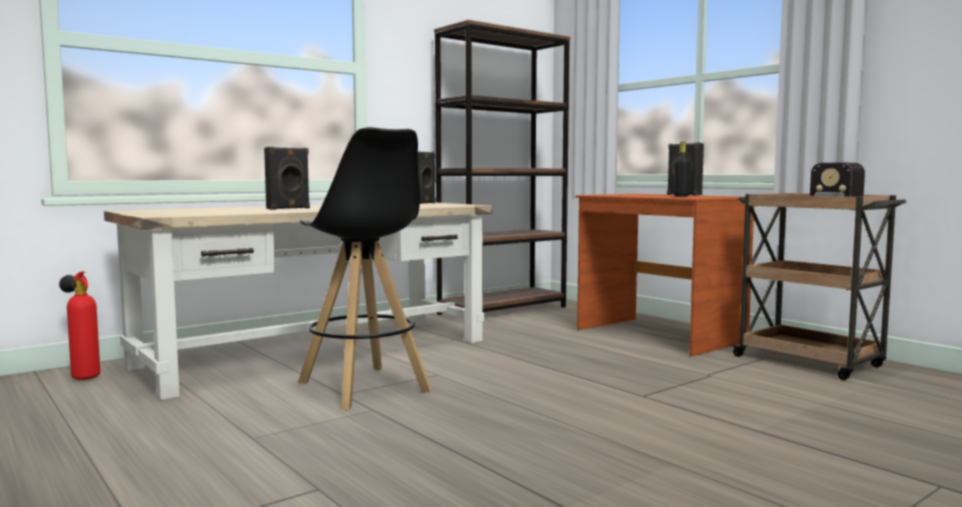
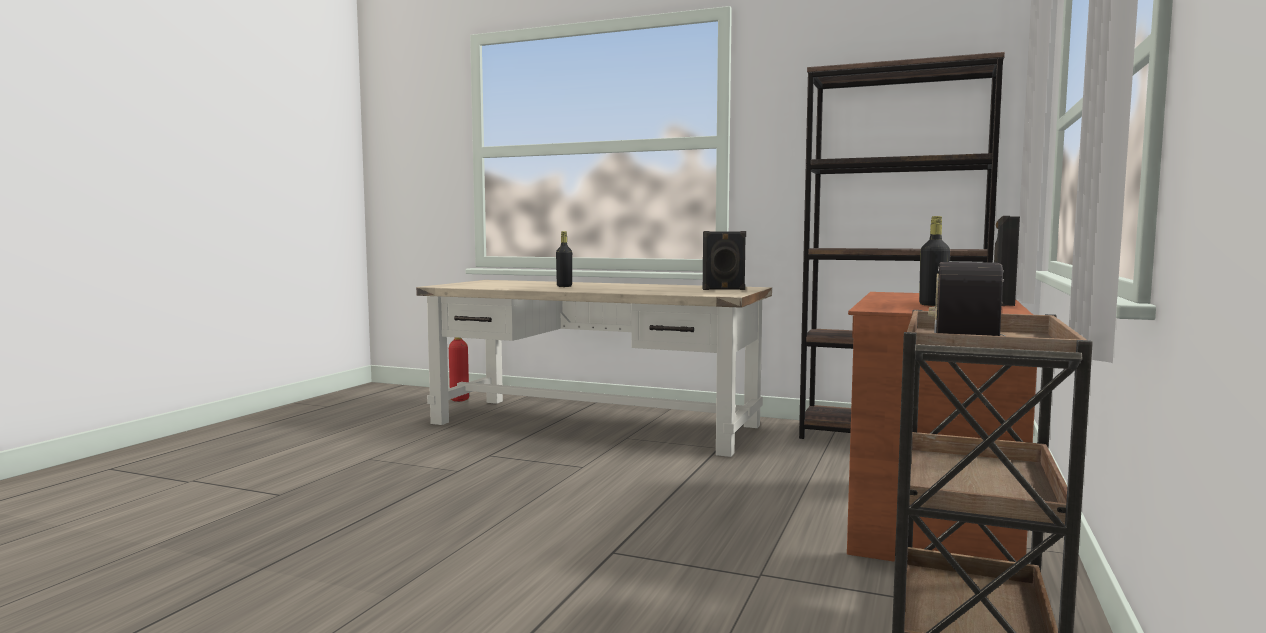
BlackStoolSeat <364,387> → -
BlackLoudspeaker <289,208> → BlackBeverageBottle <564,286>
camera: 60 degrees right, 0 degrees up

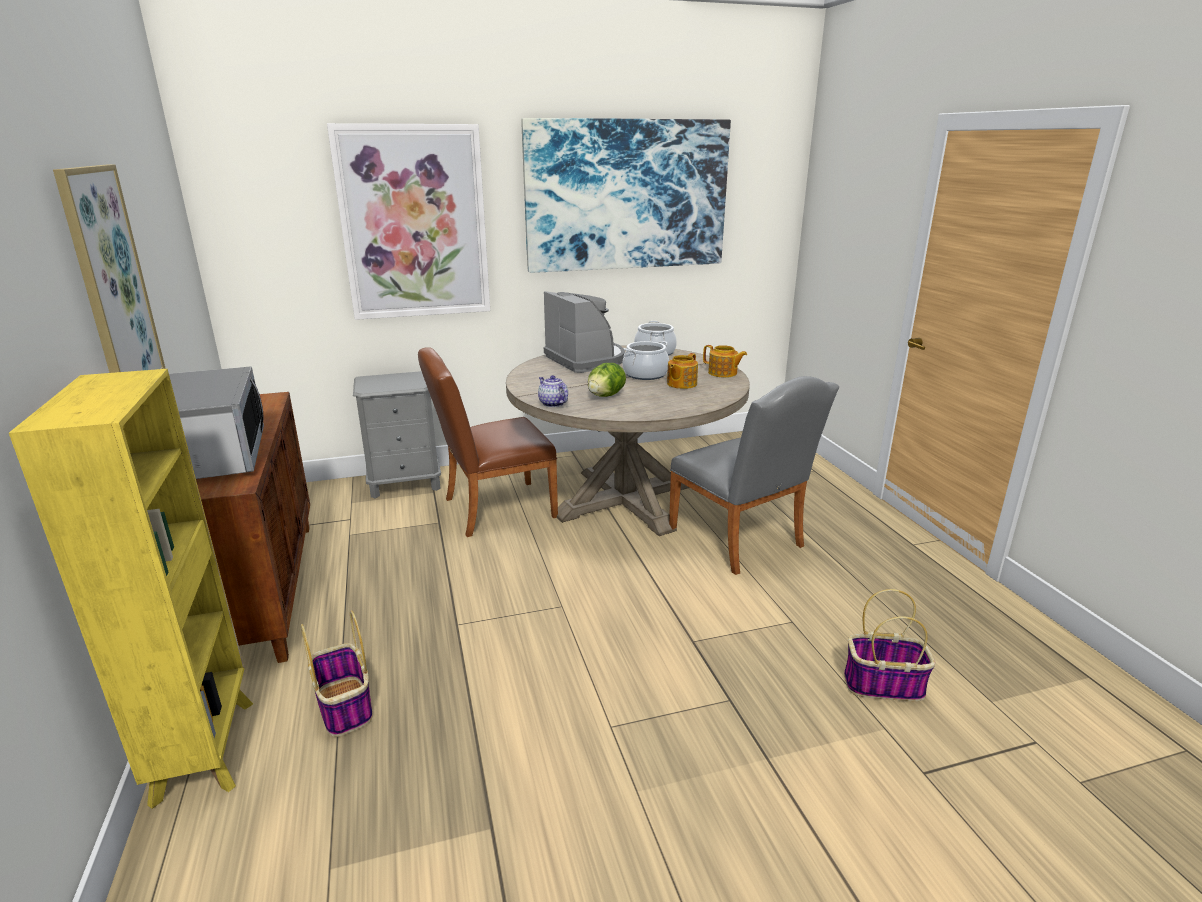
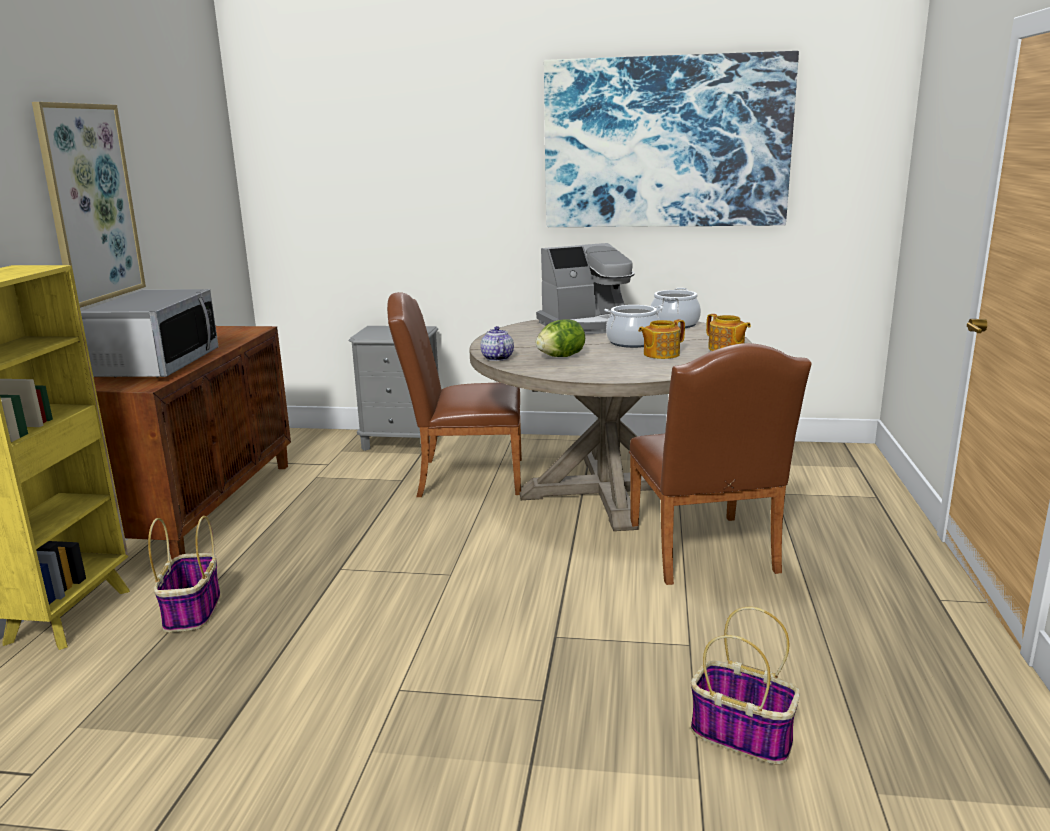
Picture <414,223> → -
GreyChair <741,542> → BrownColouredChair <705,554>
CoffeeMaker <586,360> → CoffeeMaker <588,325>, 75 degrees clockwise
camera: 25 degrees right, 5 degrees down

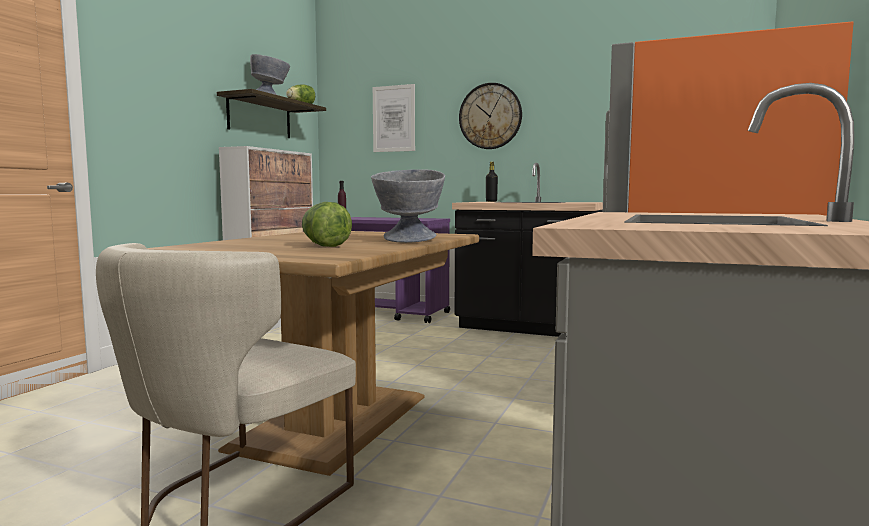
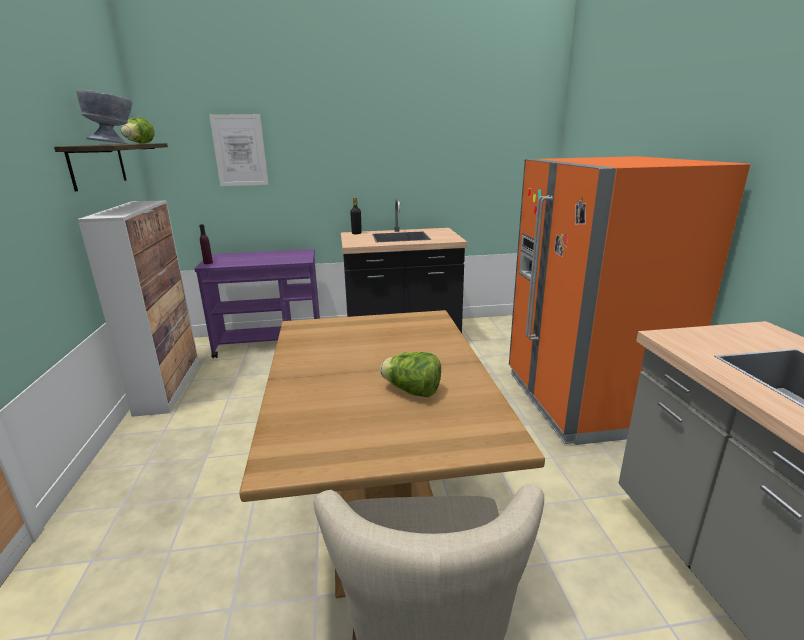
GreyBowl <408,241> → -
HangingClock <490,116> → -
camera: 30 degrees left, 15 degrees up

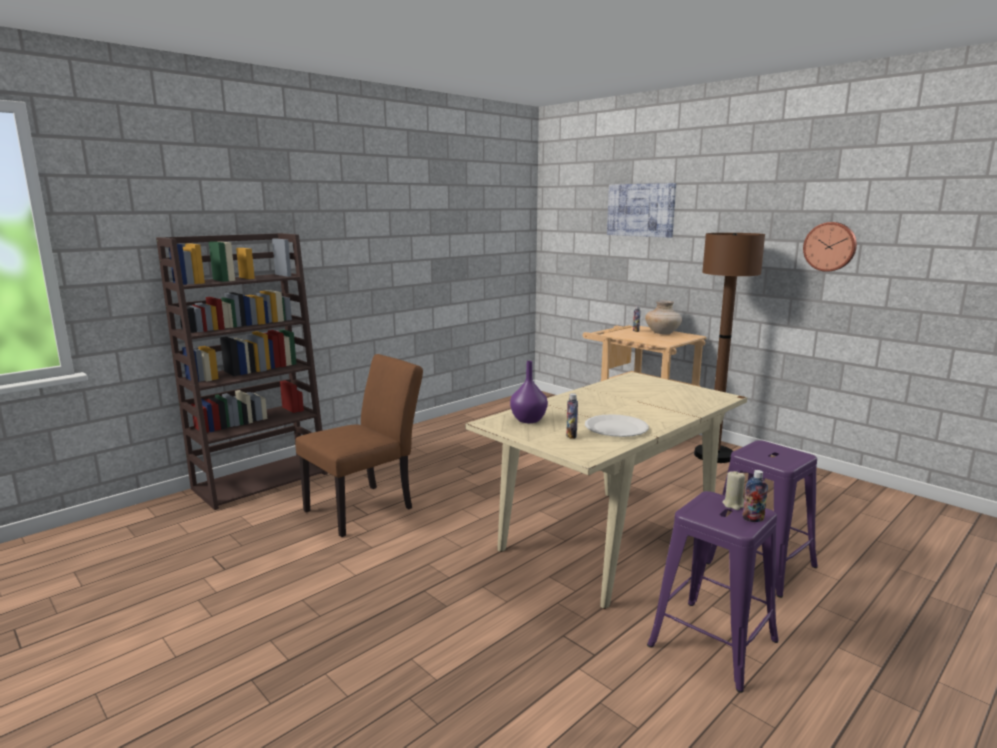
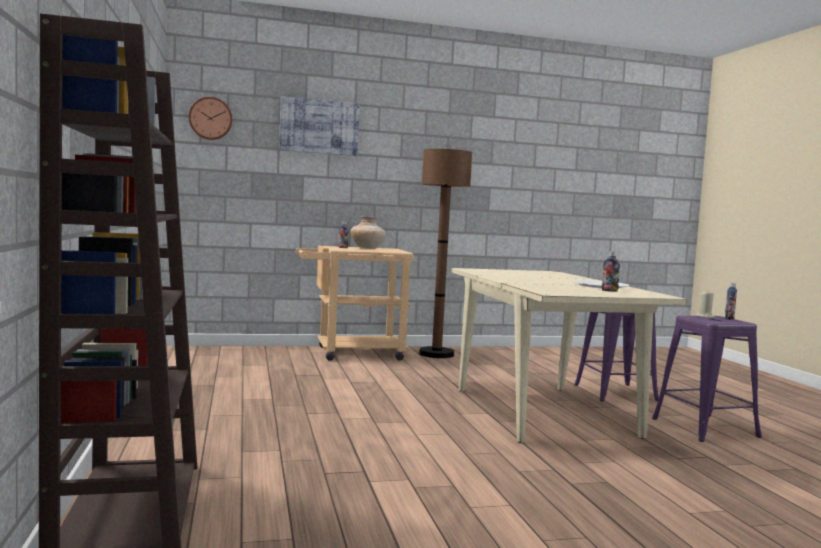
BrownColouredChair <366,507> → -
PurpleColouredVase <528,420> → -
HangingClock <830,246> → HangingClock <210,118>, shifted
camera: 60 degrees left, 10 degrees down

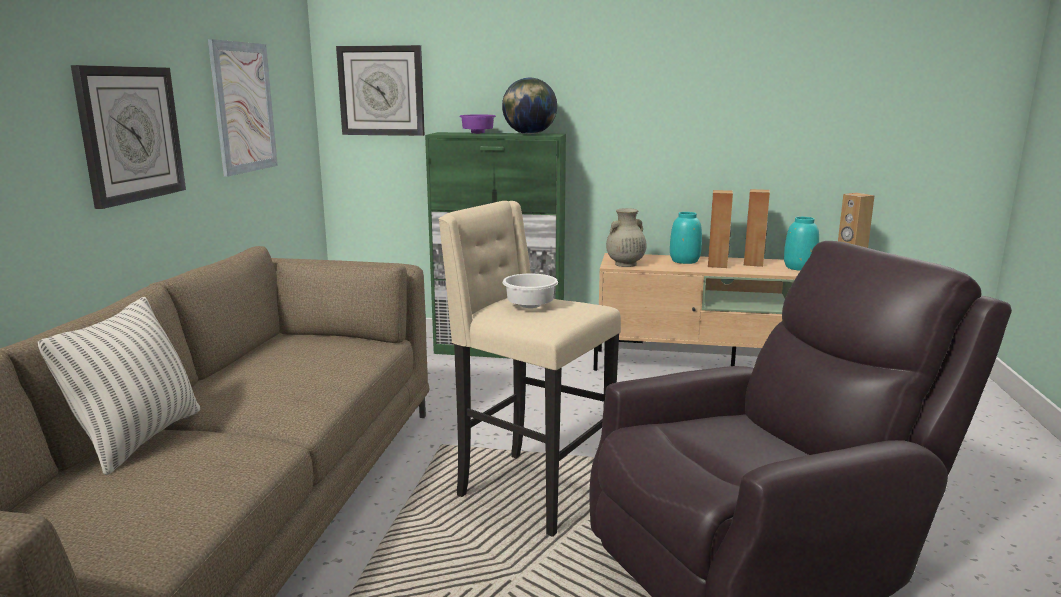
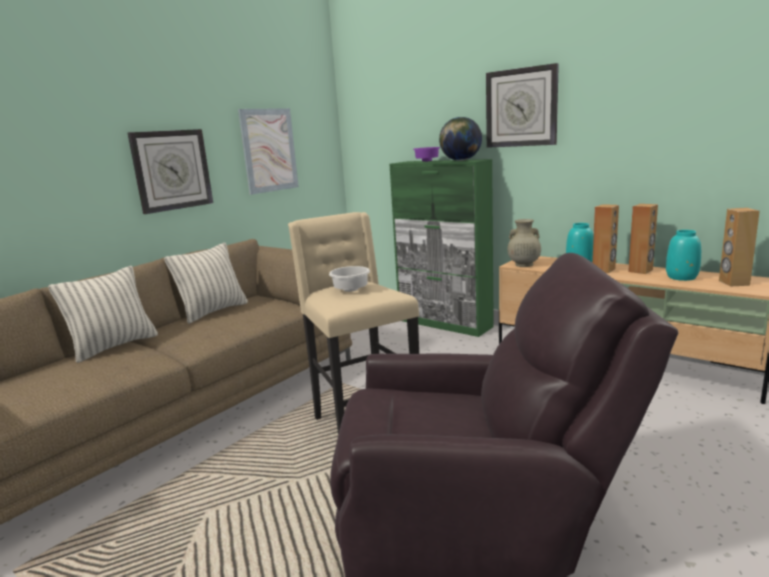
- → Pillow <213,311>
HangingClock <381,91> → HangingClock <521,107>, shifted
camera: 30 degrees right, 0 degrees up

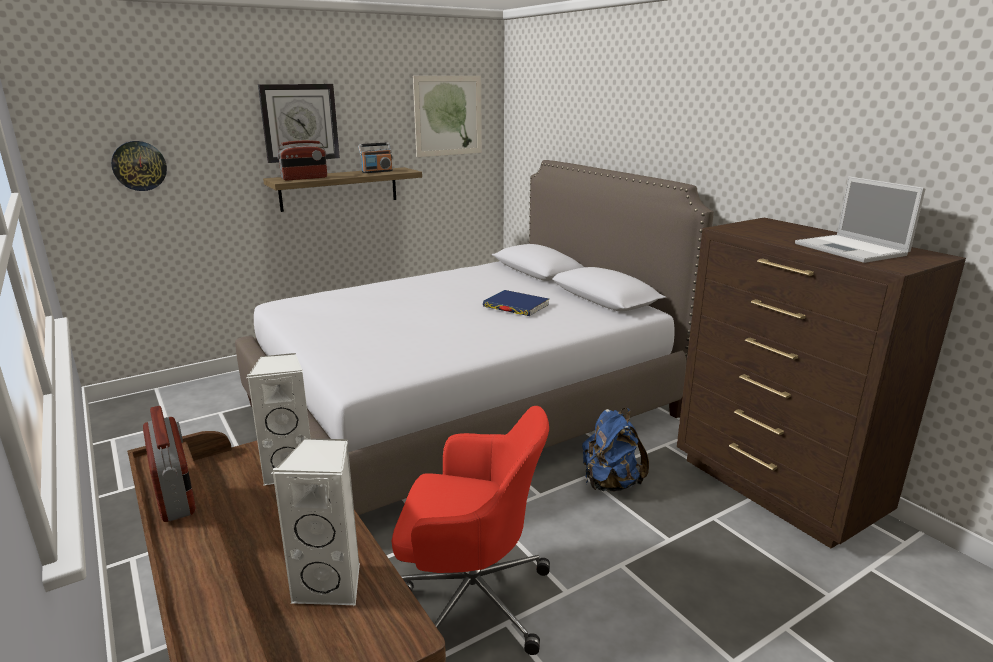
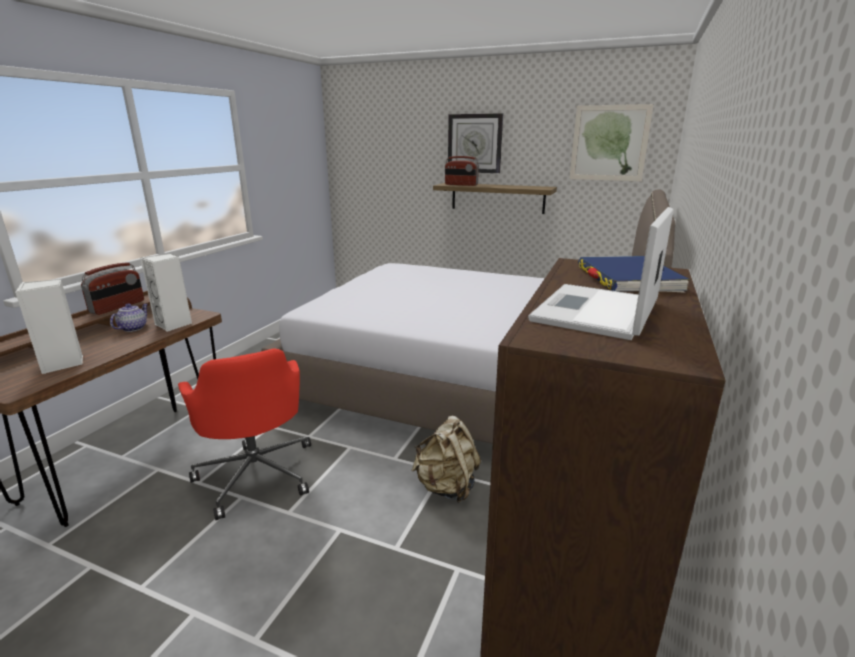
HangingClock <139,166> → -
RadioSet <377,171> → -
- → PotForTea <133,328>
BlueColouredVolume <516,306> → BlueColouredVolume <627,279>, shifted
BlueColouredBackpack <610,483> → BeigeColouredBackpack <446,487>
camera: 55 degrees right, 0 degrees up

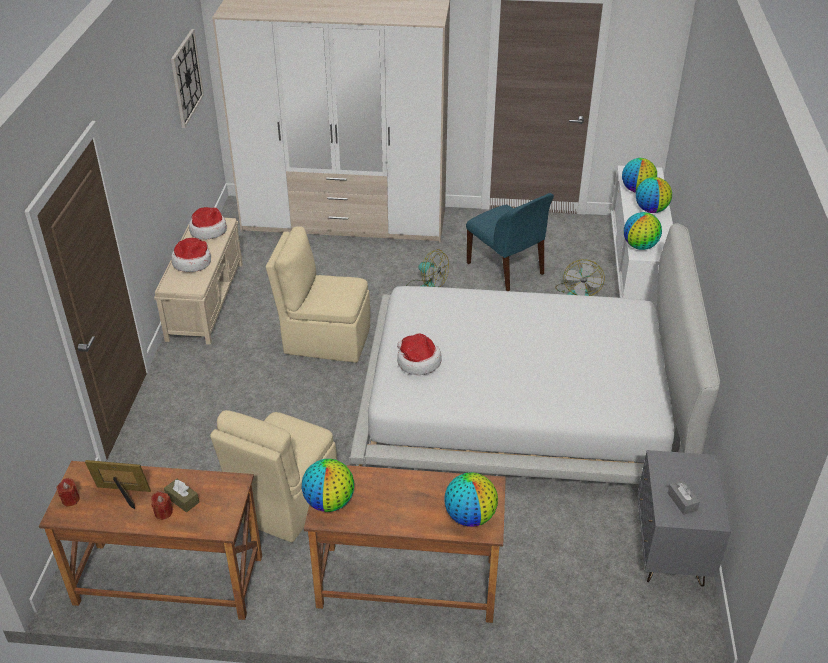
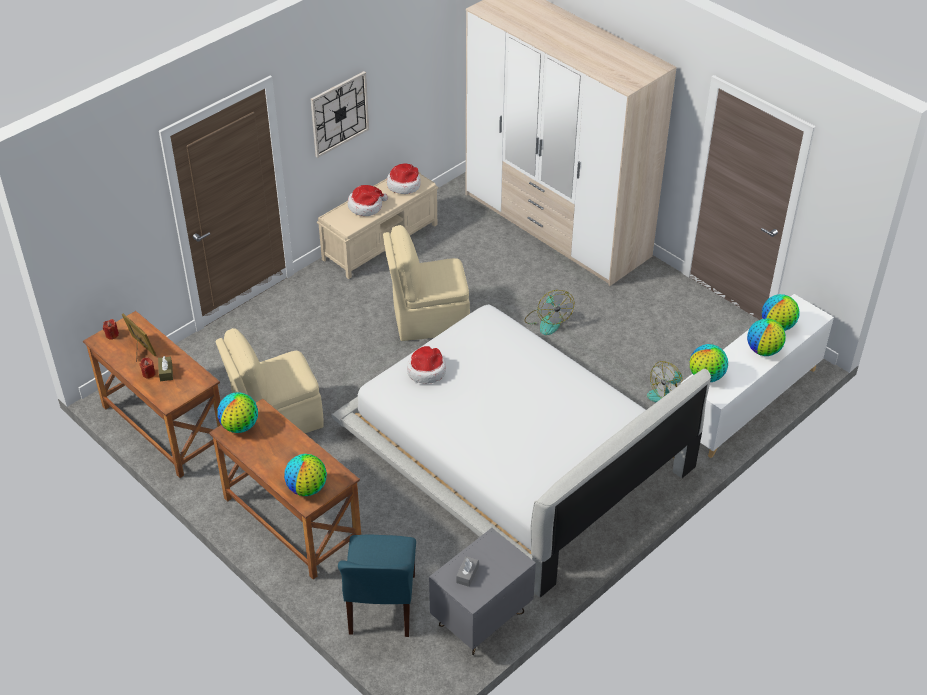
HangingClock <186,78> → HangingClock <339,114>, shifted
BlueColouredChair <506,269> → BlueColouredChair <381,606>, shifted
BeigeColouredChair <325,339> → BeigeColouredChair <428,320>, 60 degrees counterclockwise
camera: 40 degrees right, 5 degrees up

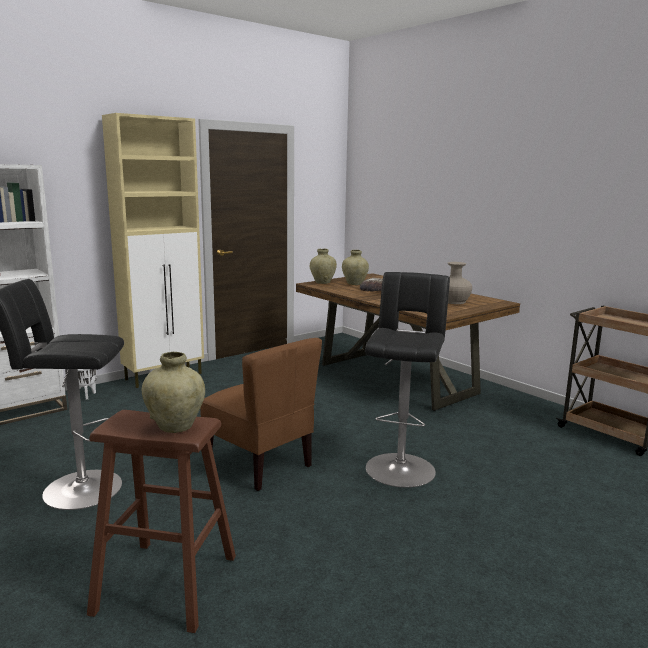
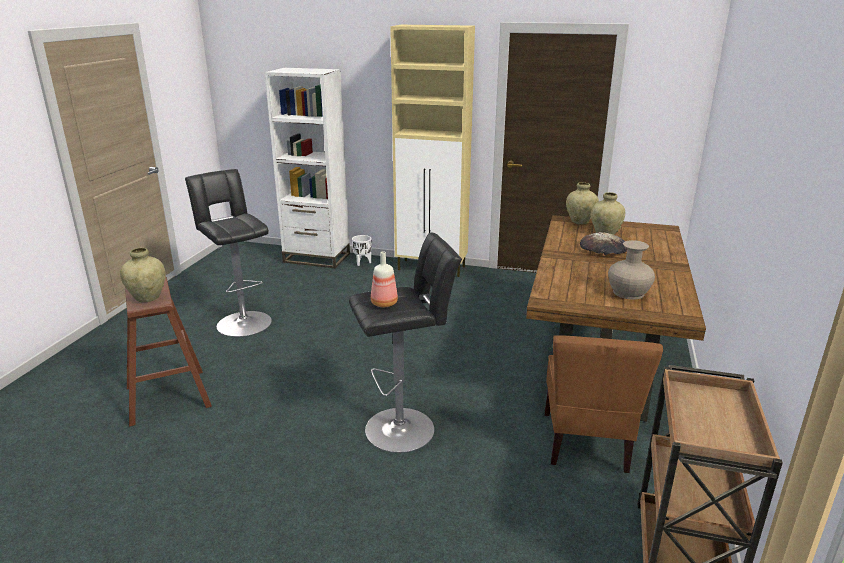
- → BeverageBottle <383,303>
BrownColouredChair <260,465> → BrownColouredChair <586,442>, shifted
camera: 55 degrees right, 10 degrees up

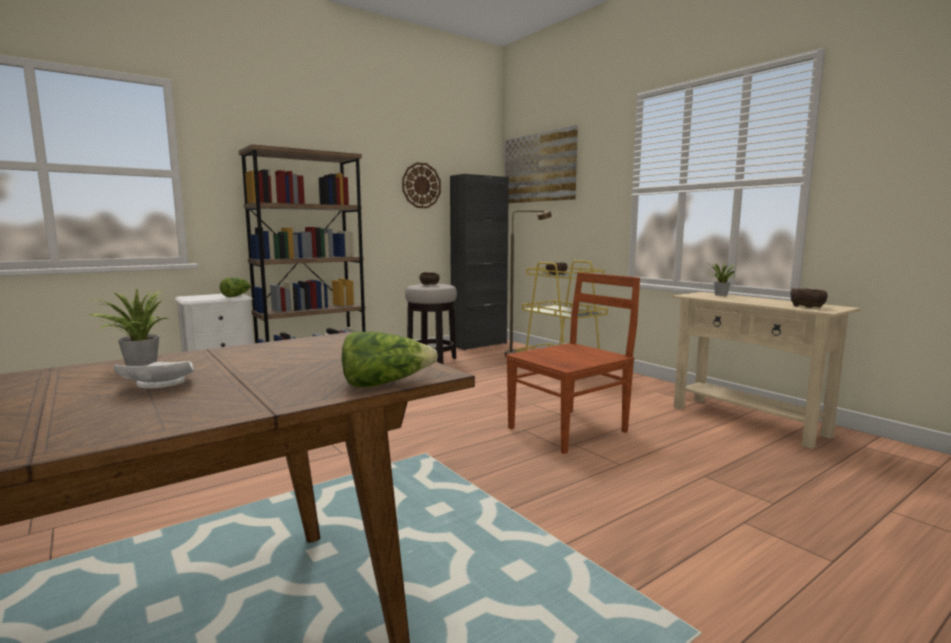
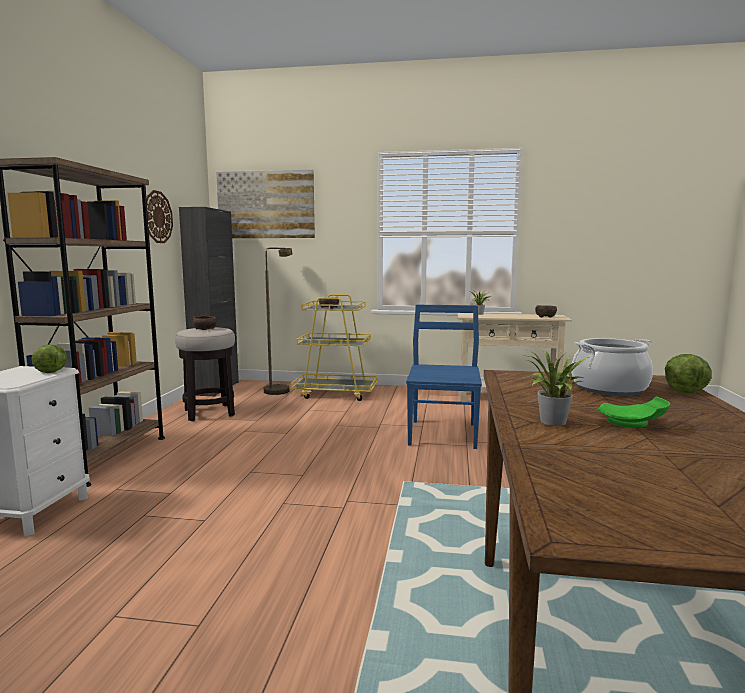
- → Stockpot <609,388>
WhiteColouredFlatDish <159,385> → GreenishFlatDish <632,423>
BrownColouredChair <570,429> → BlueColouredChair <443,433>
camera: 45 degrees left, 0 degrees up

